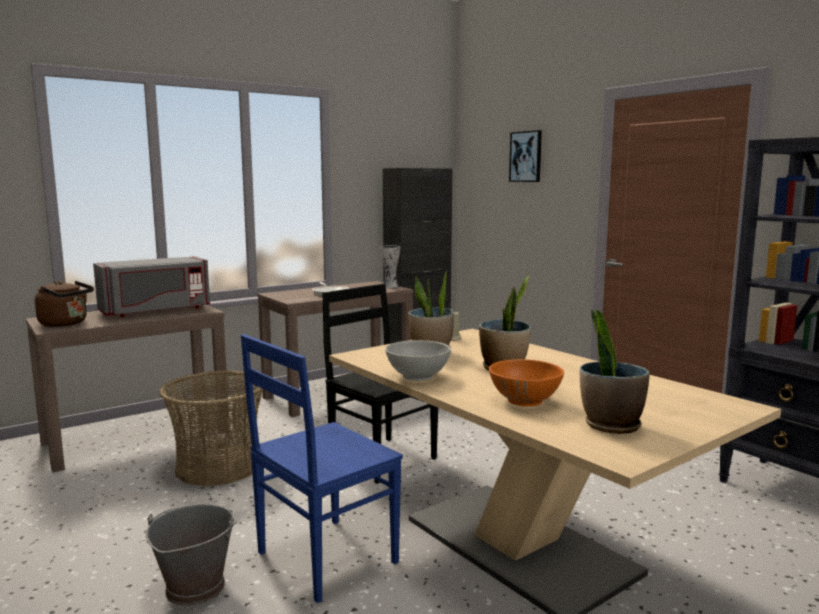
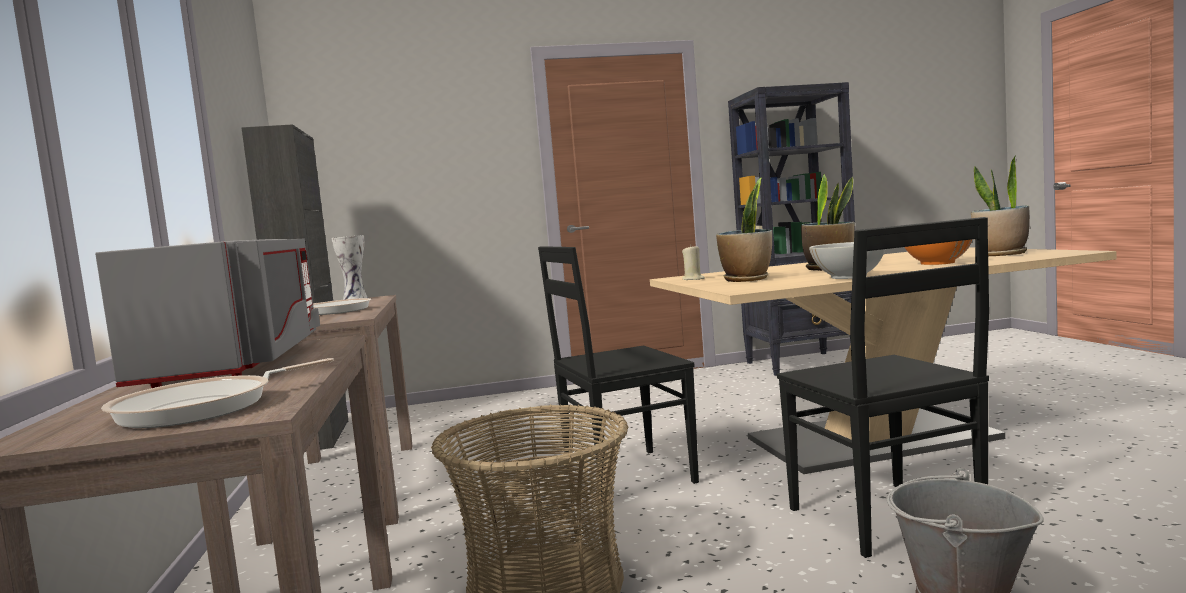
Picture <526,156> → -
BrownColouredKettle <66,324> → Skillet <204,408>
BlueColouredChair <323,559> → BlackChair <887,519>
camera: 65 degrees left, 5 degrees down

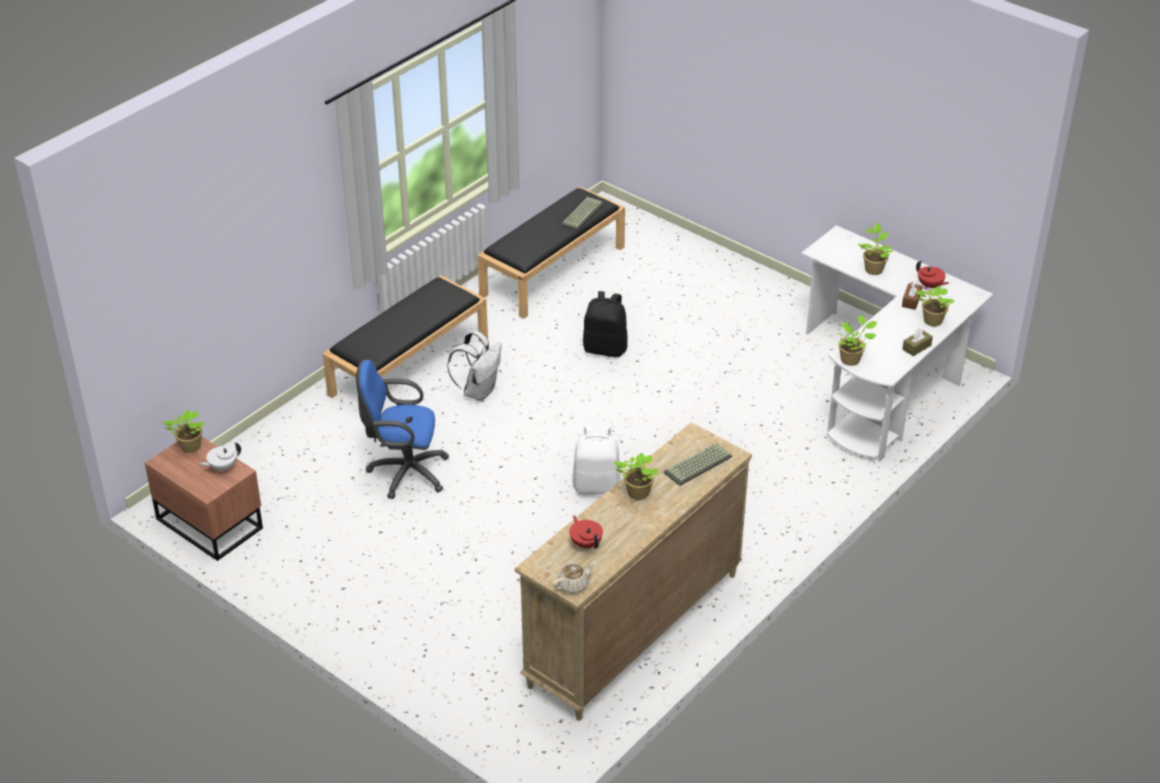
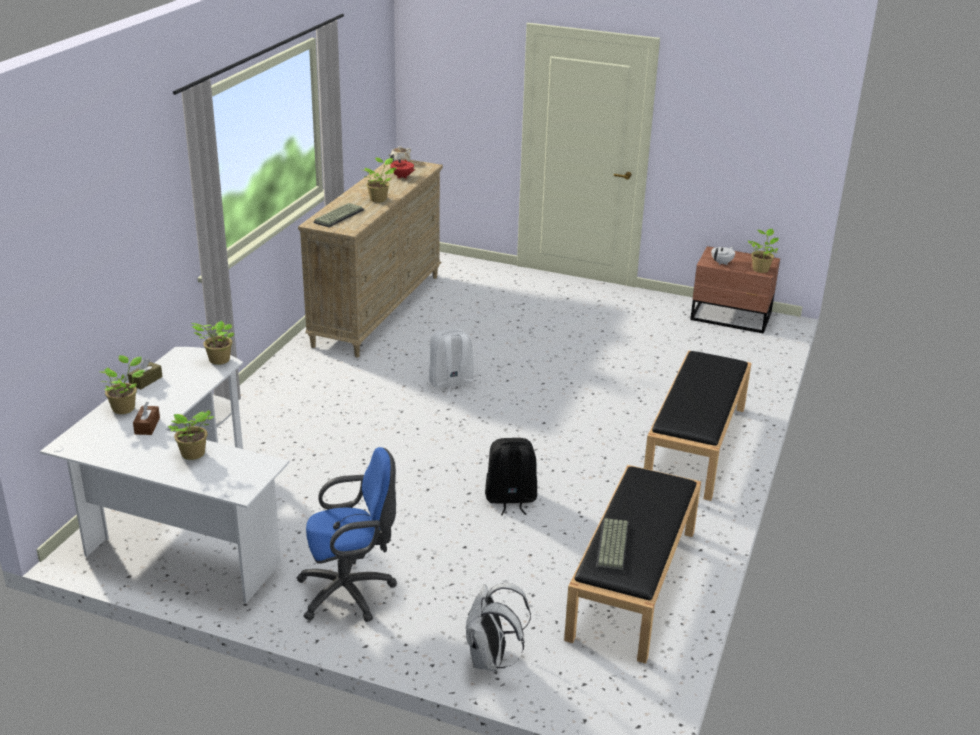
RedPotForTea <930,286> → -
BlueColouredOfficeChair <404,472> → BlueColouredOfficeChair <351,592>, shifted
WhiteColouredBackpack <479,391> → WhiteColouredBackpack <491,660>, shifted
camera: 160 degrees right, 10 degrees down

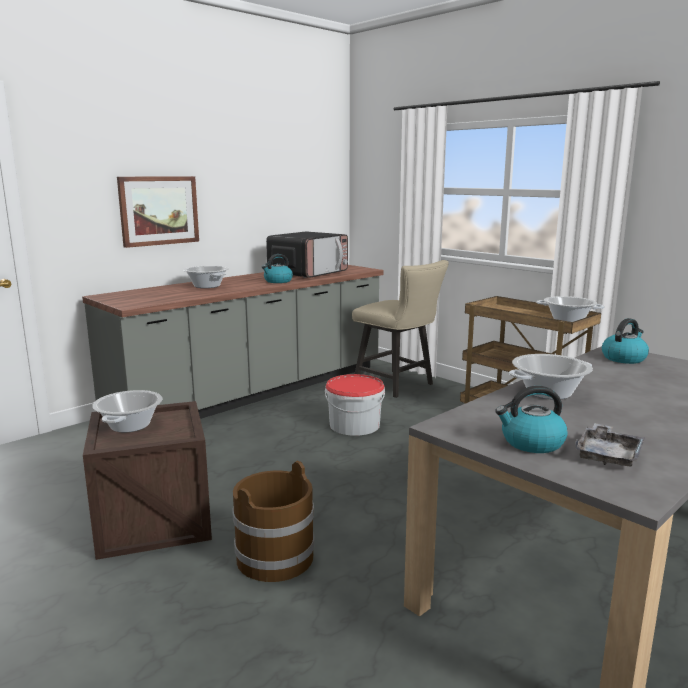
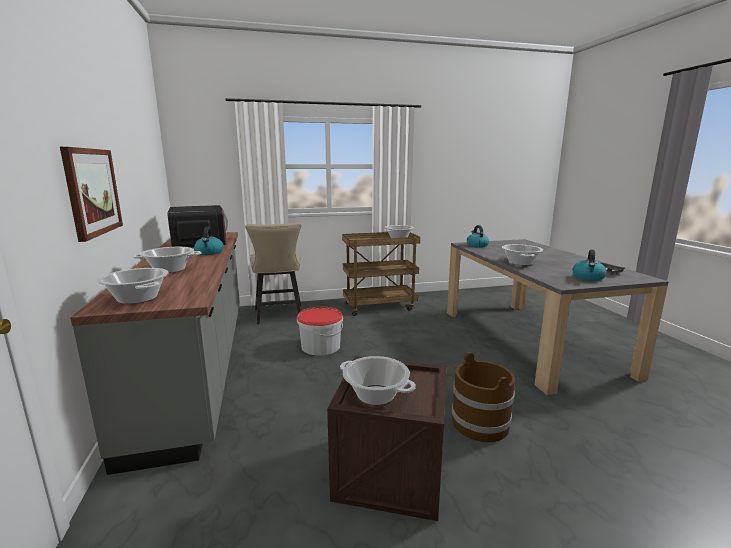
- → Stockpot <138,298>
BeigeColouredChair <398,385> → BeigeColouredChair <279,316>, 90 degrees clockwise
camera: 60 degrees left, 0 degrees up

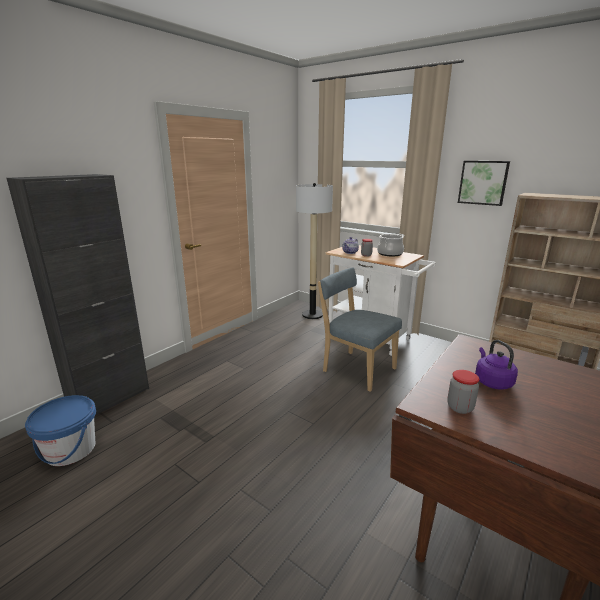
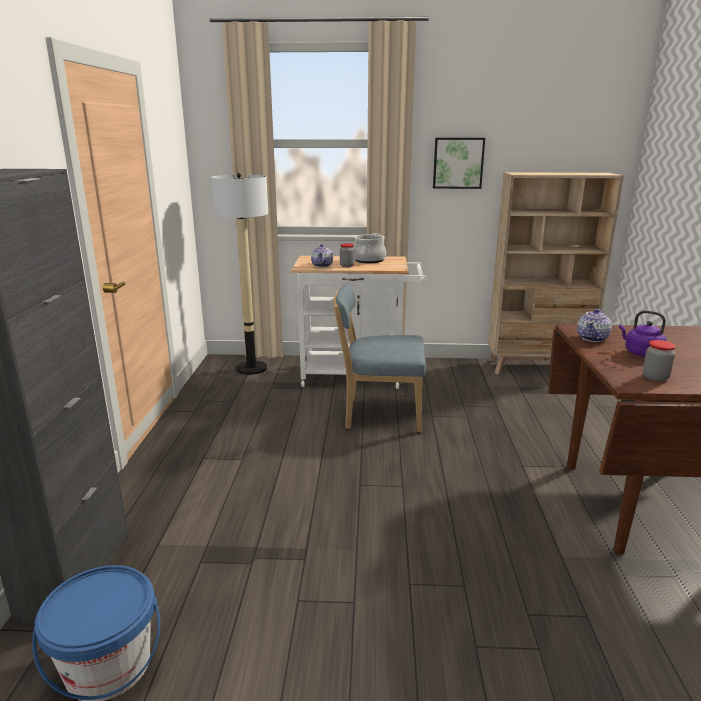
- → PotForTea <593,338>
camera: 35 degrees left, 0 degrees up

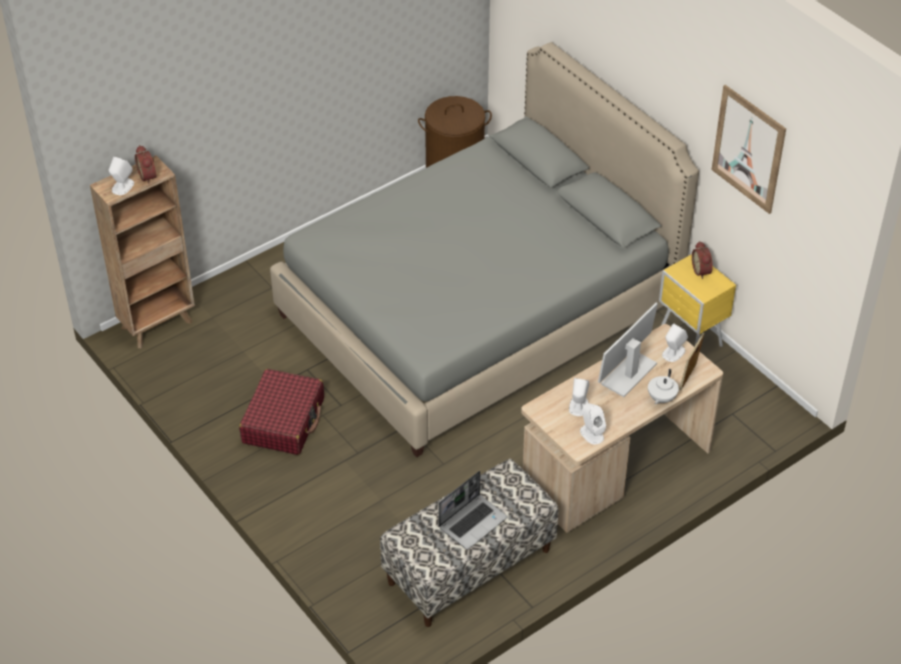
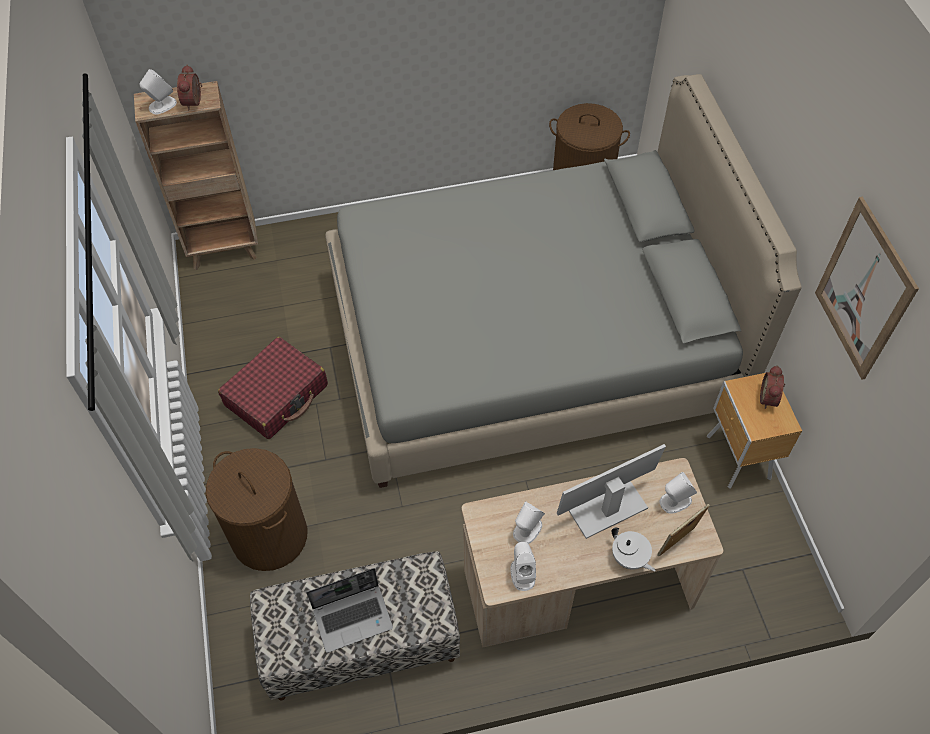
- → BrownColouredHamper <269,536>
YellowNightstand <690,340> → BrownColouredNightstand <737,459>
WhiteColouredPotForTea <661,398> → WhiteColouredPotForTea <629,558>, 90 degrees counterclockwise
camera: 25 degrees right, 10 degrees up

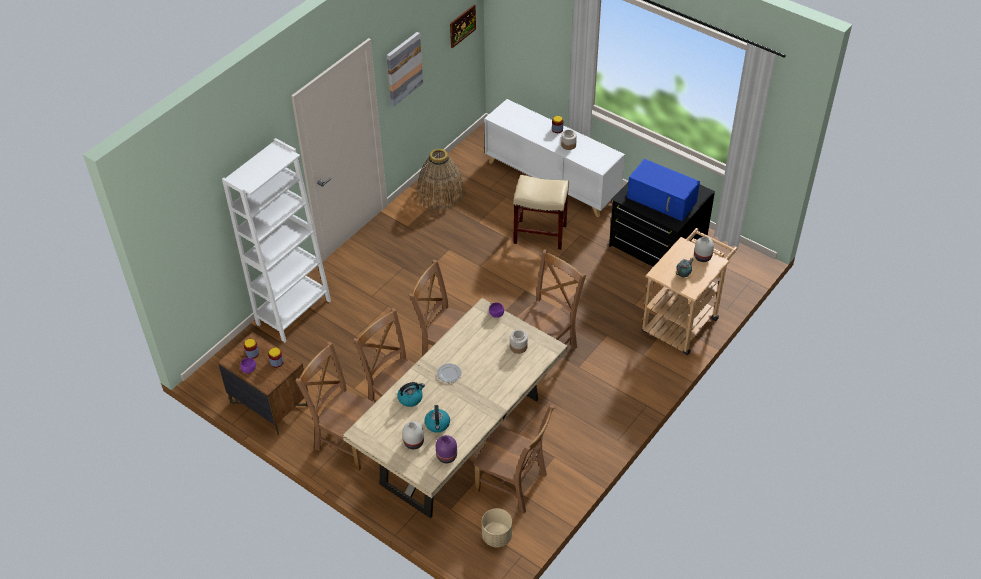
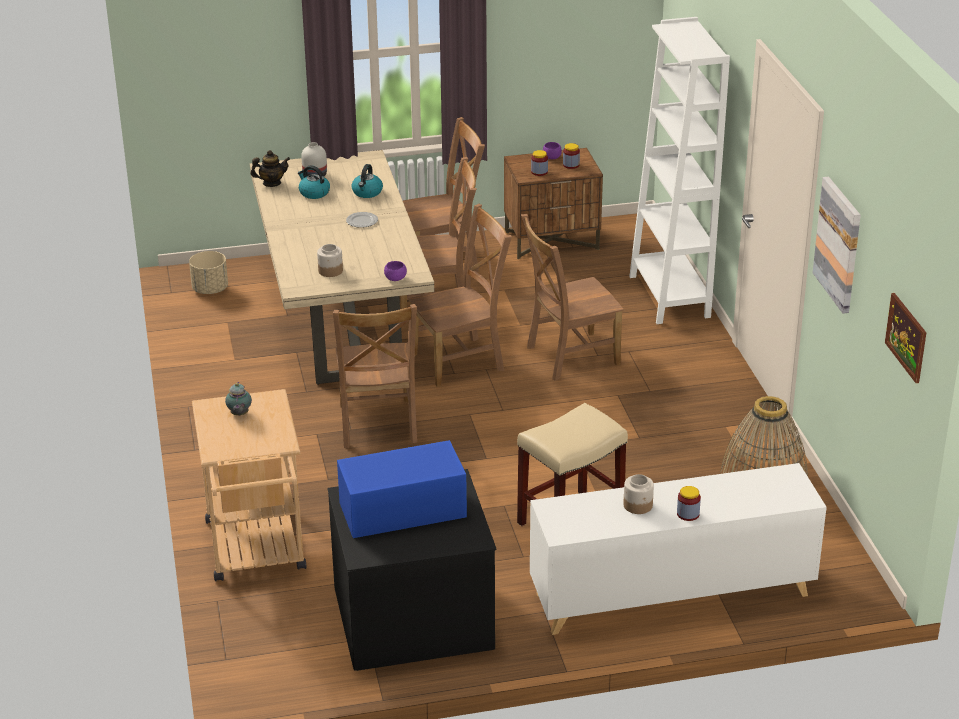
WhiteColouredVase <702,257> → -
BrownColouredChair <513,484> → BrownColouredChair <569,356>, shifted
PurpleColouredVase <447,457> → PotForTea <271,183>
camera: 130 degrees right, 15 degrees down

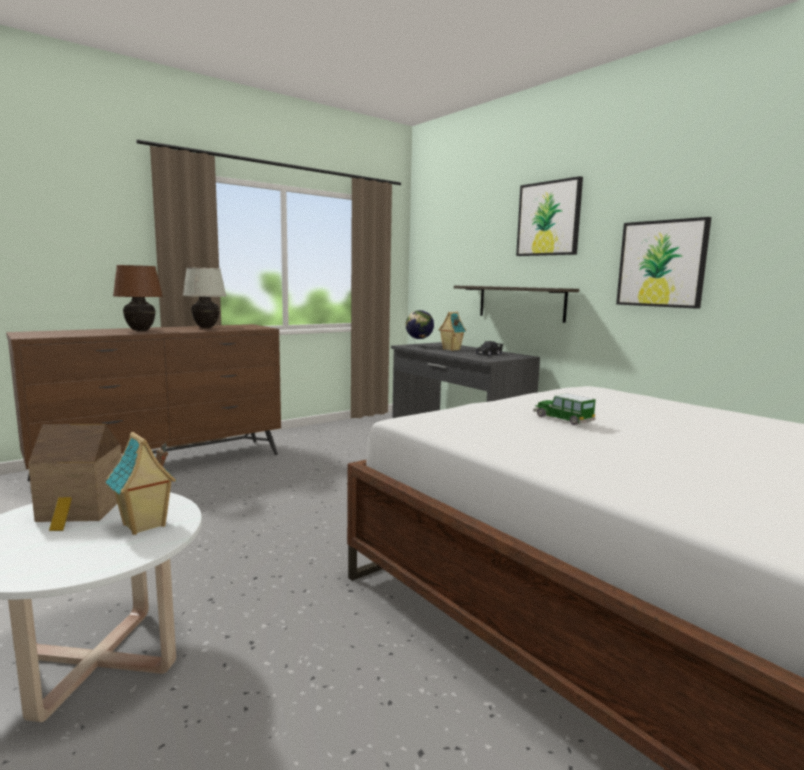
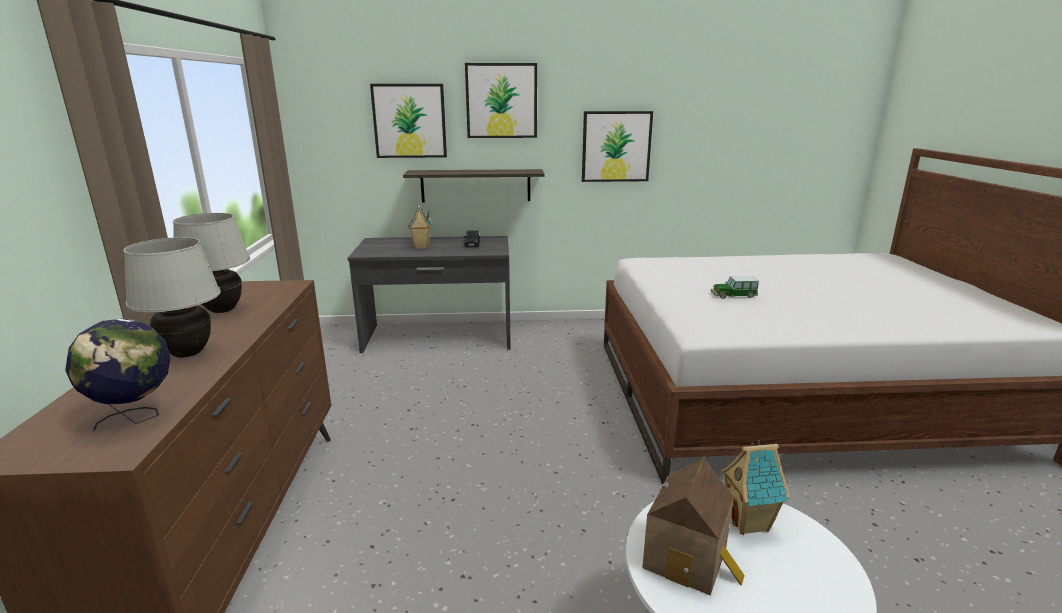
- → Picture <409,121>
WorldGlobe <419,346> → WorldGlobe <136,418>, shifted
BrownColouredLampForATable <140,330> → WhiteColouredLampForATable <187,354>
camera: 55 degrees left, 10 degrees up

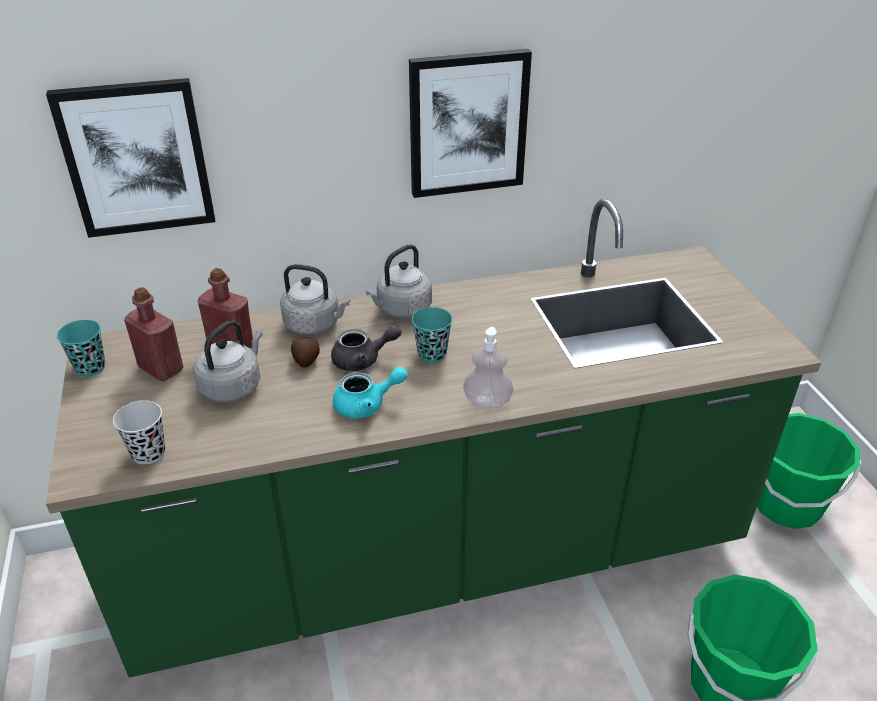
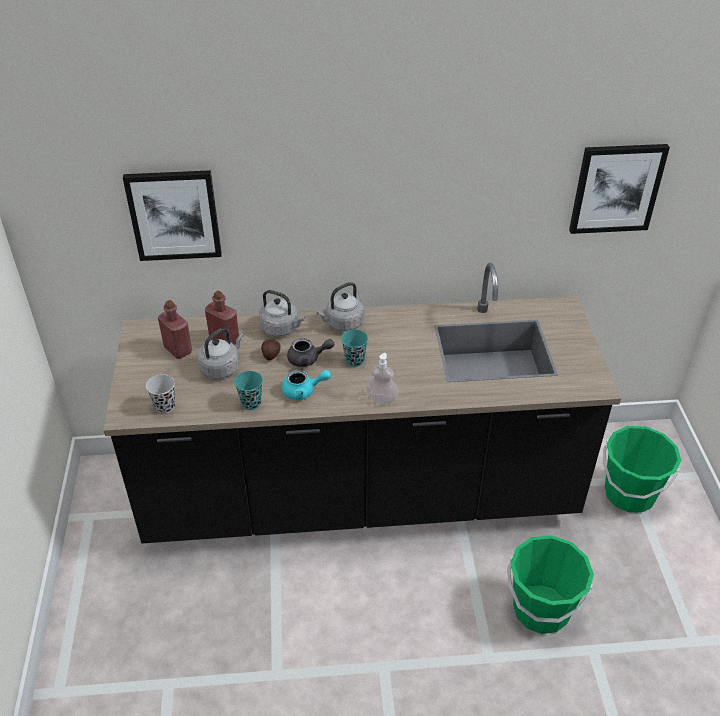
TurquoiseSmallCup <90,367> → TurquoiseSmallCup <251,403>, shifted
Picture <467,123> → Picture <616,188>, shifted
GreenishKitchenBaseUnit <438,554> → BlackKitchenBaseUnit <360,494>
camera: 10 degrees right, 5 degrees up

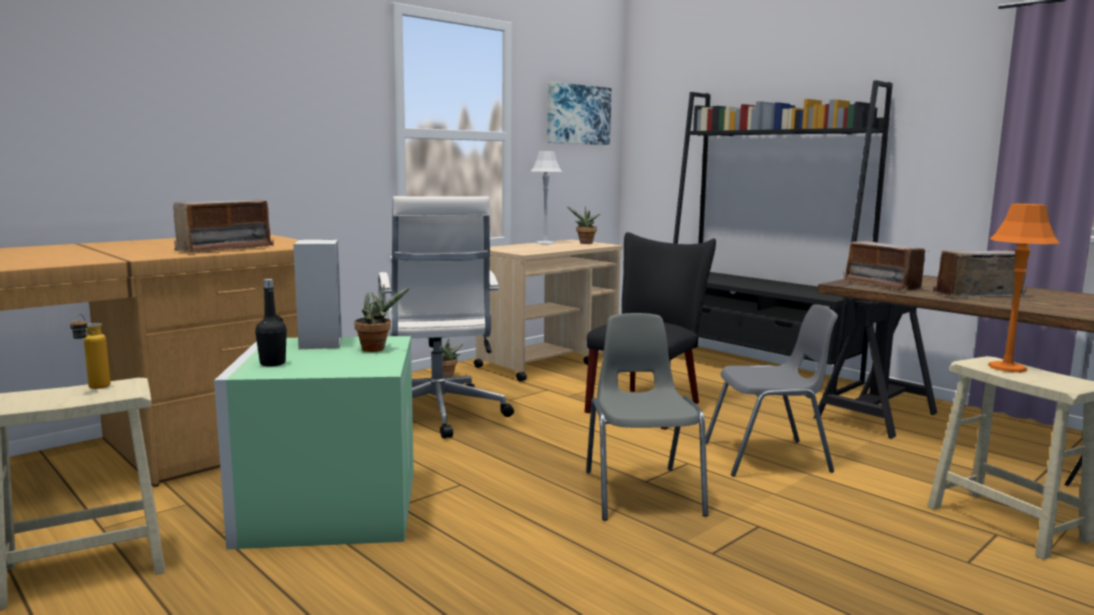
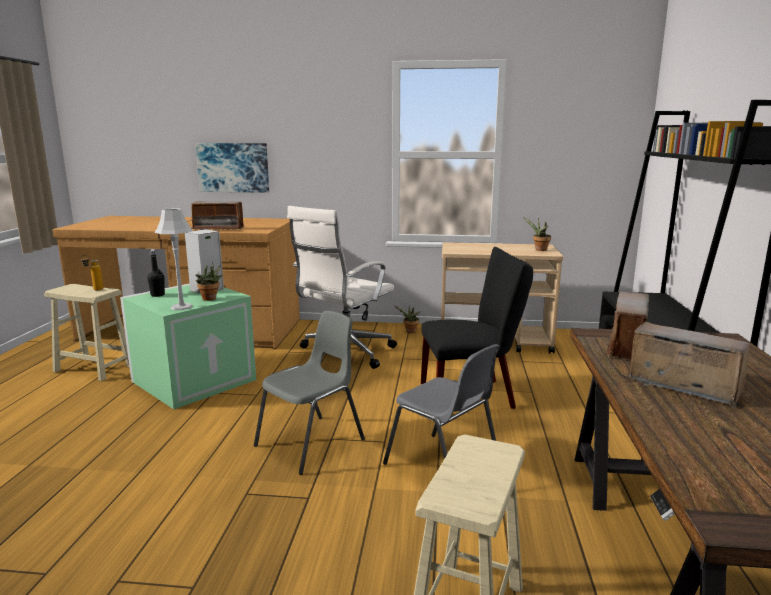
OrangeyLampForATable <1007,367> → -
GreyLampForATable <545,243> → GreyLampForATable <181,307>, shifted
Picture <577,114> → Picture <233,167>, shifted
camera: 50 degrees right, 5 degrees up

